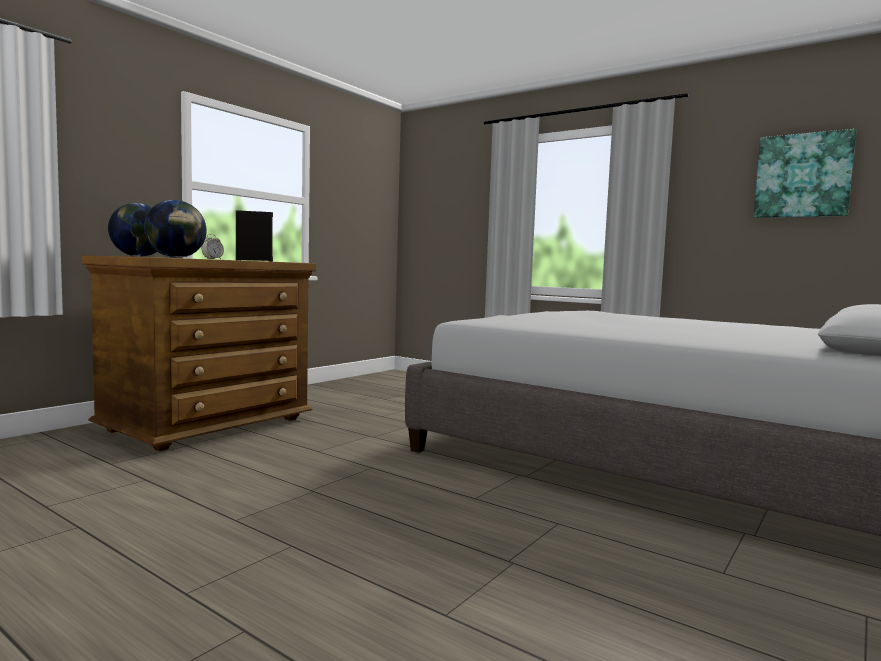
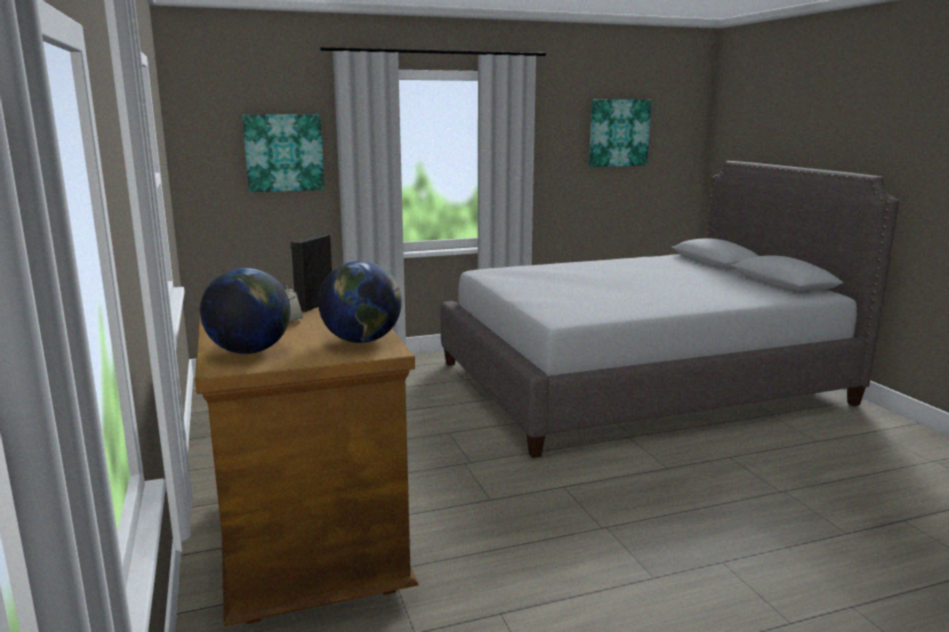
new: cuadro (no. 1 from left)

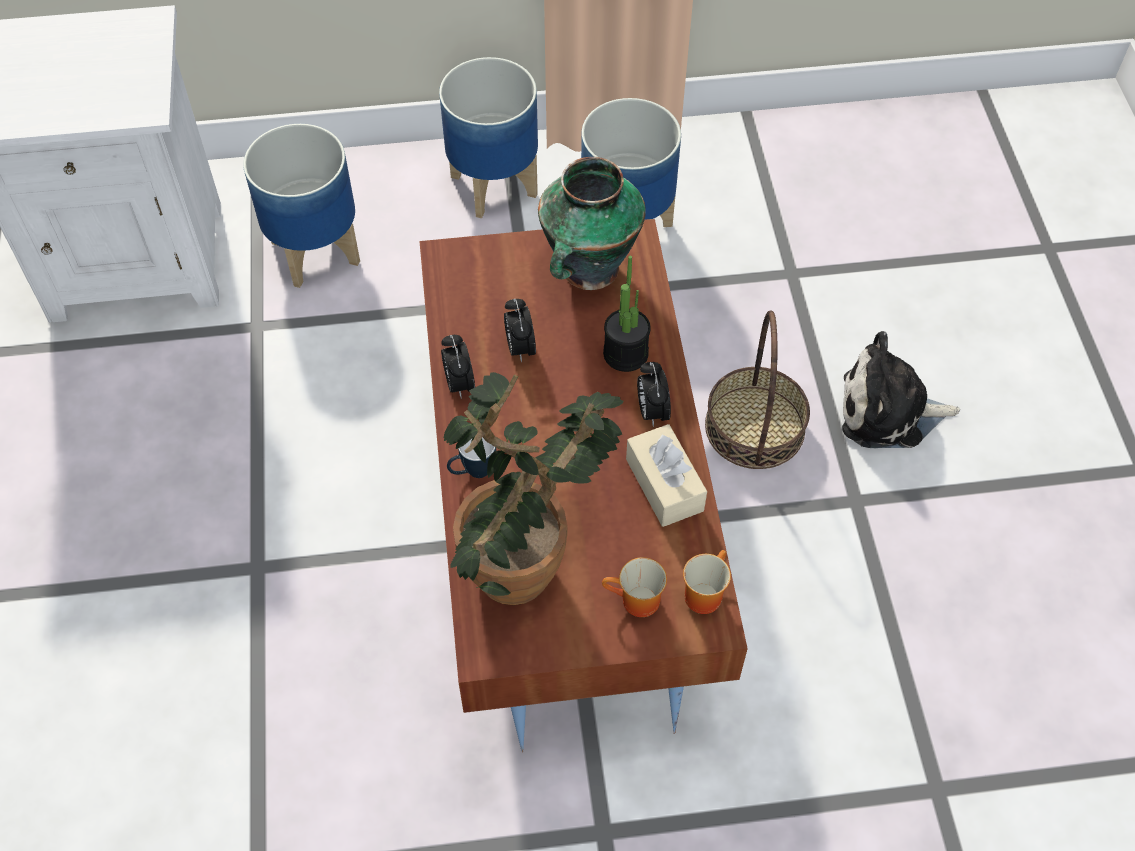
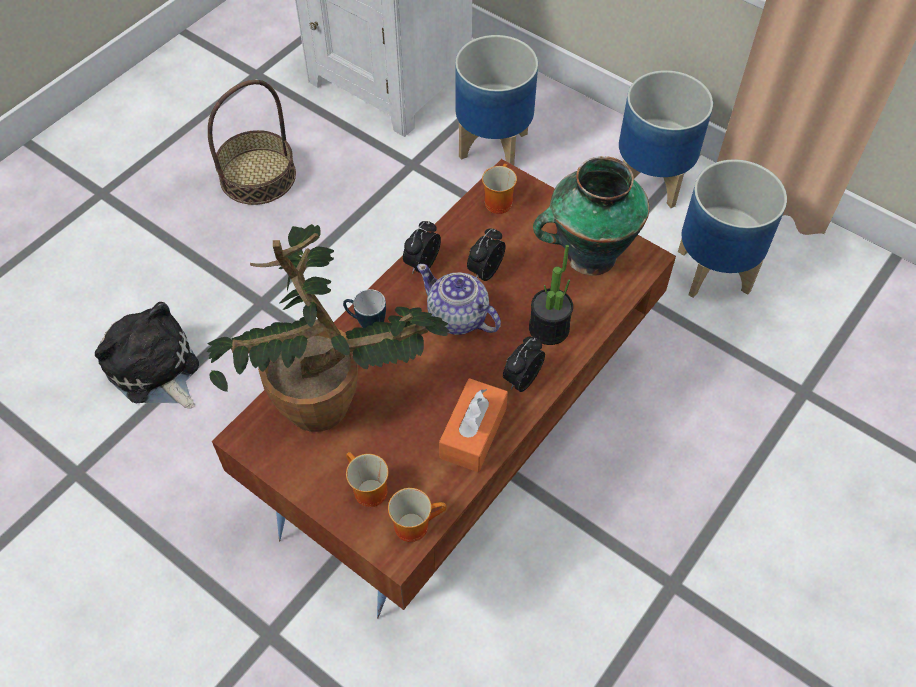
new: taza grande (no. 4 from left); tetera
shifted: cesta; peluche
repainted: caja de pañuelos/beis to caja de pañuelos/naranja

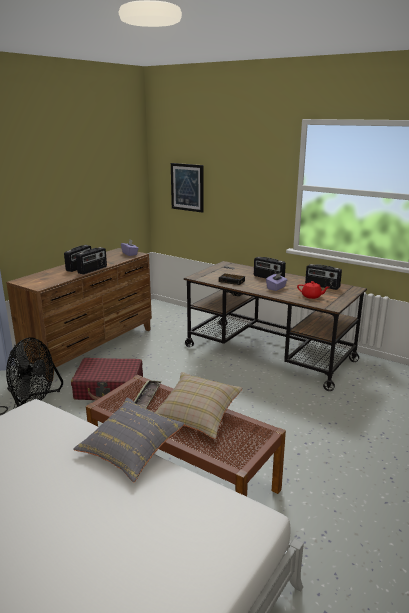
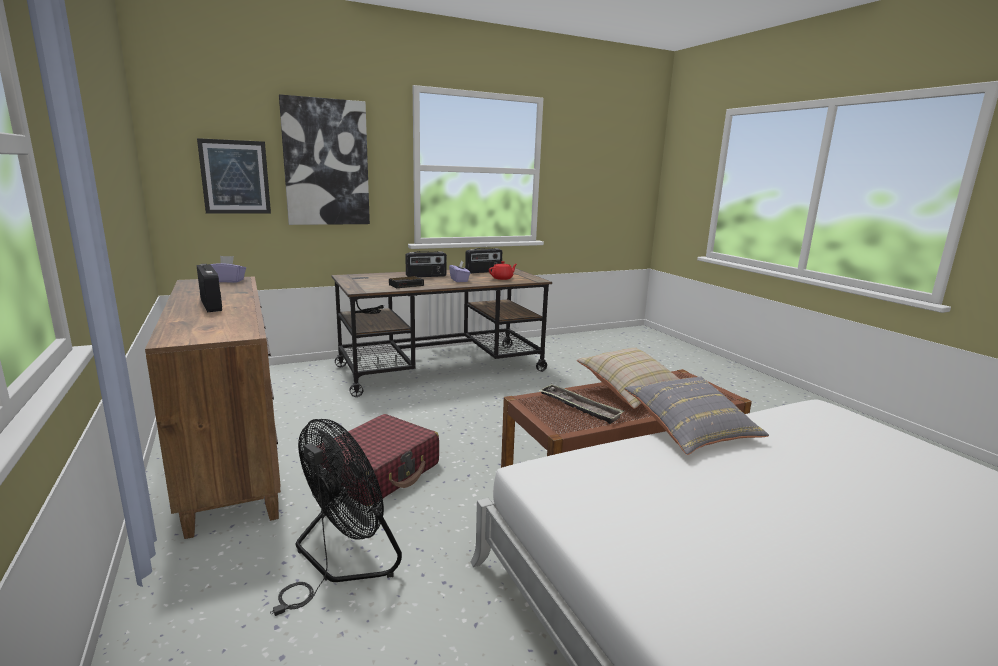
gone: radio (no. 2 from left)
new: cuadro (no. 2 from left)

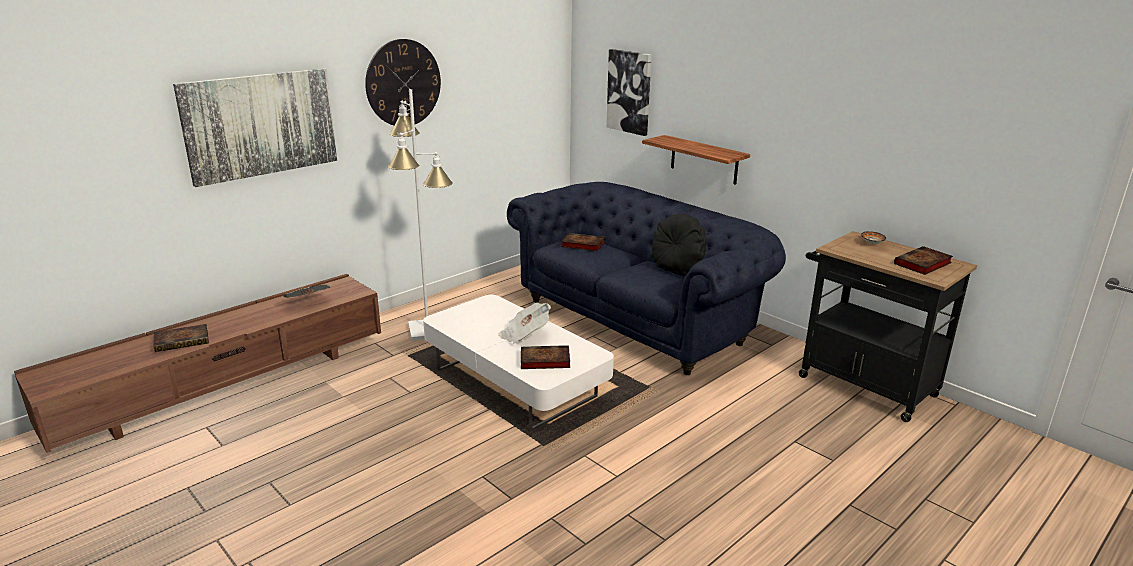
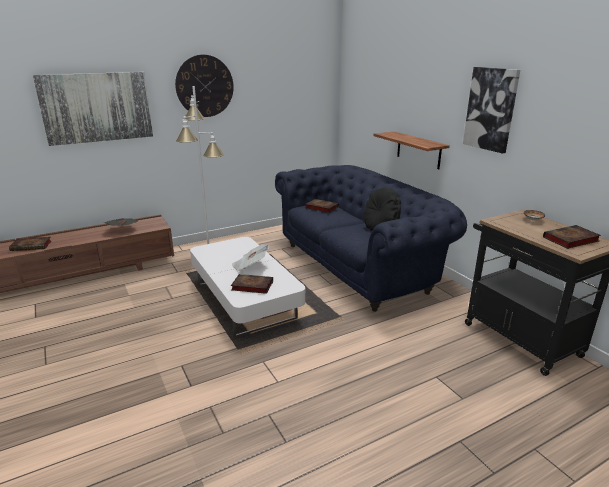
shifted: cuadro (no. 2 from left)

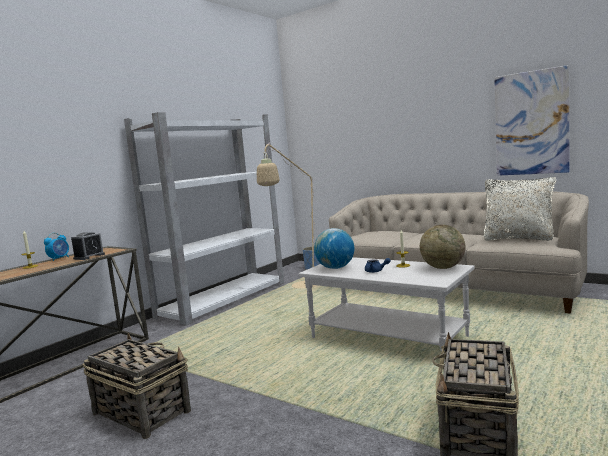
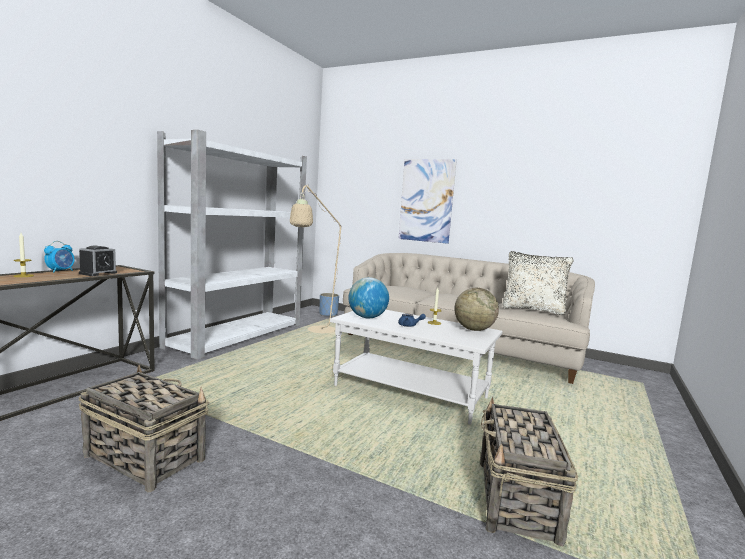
shifted: cuadro

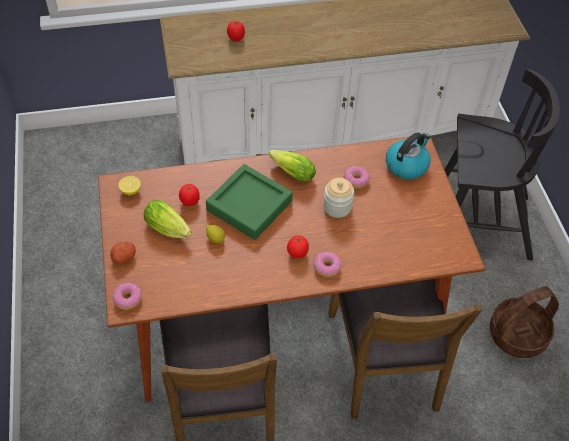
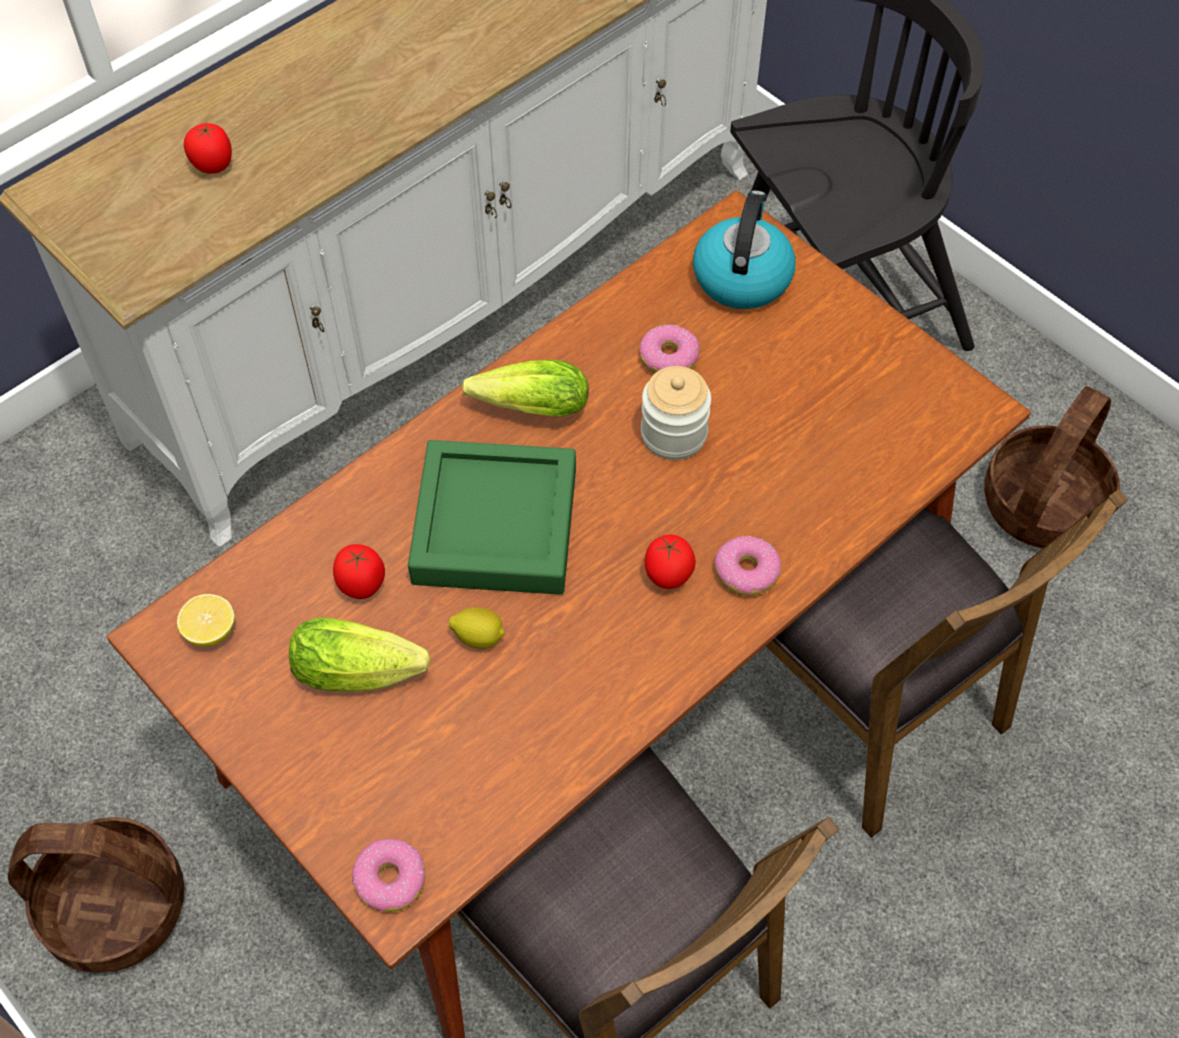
gone: patata
new: cesta (no. 1 from left)

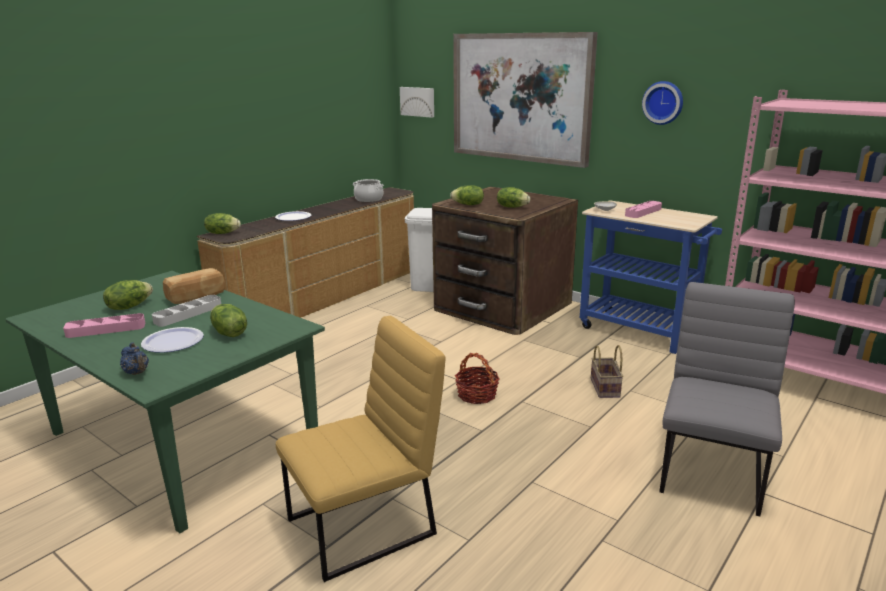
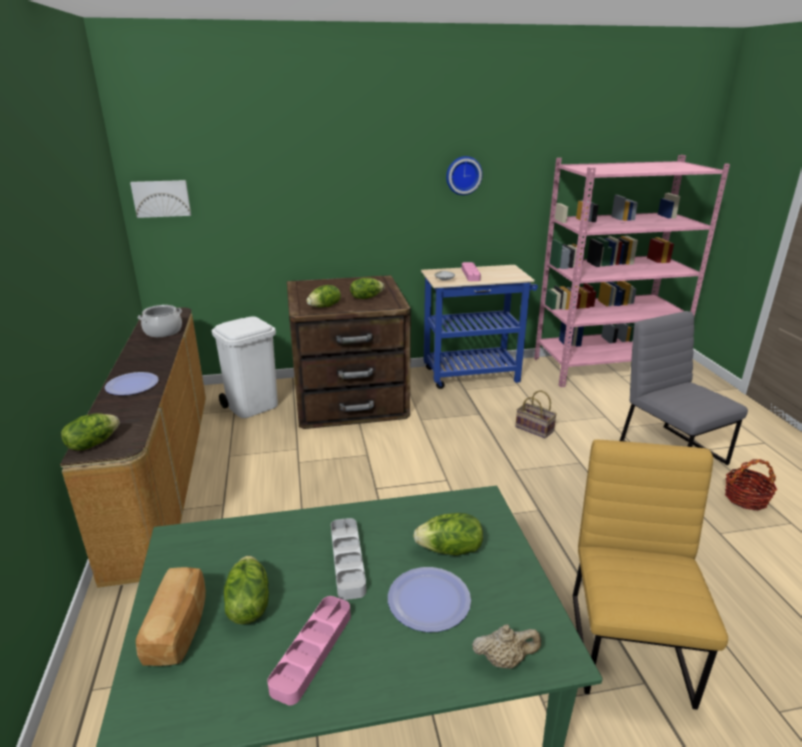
gone: cuadro (no. 2 from left)
shifted: pan; cesta (no. 1 from left in the first image) to cesta (no. 2 from left)
repainted: tetera/azul to tetera/beis

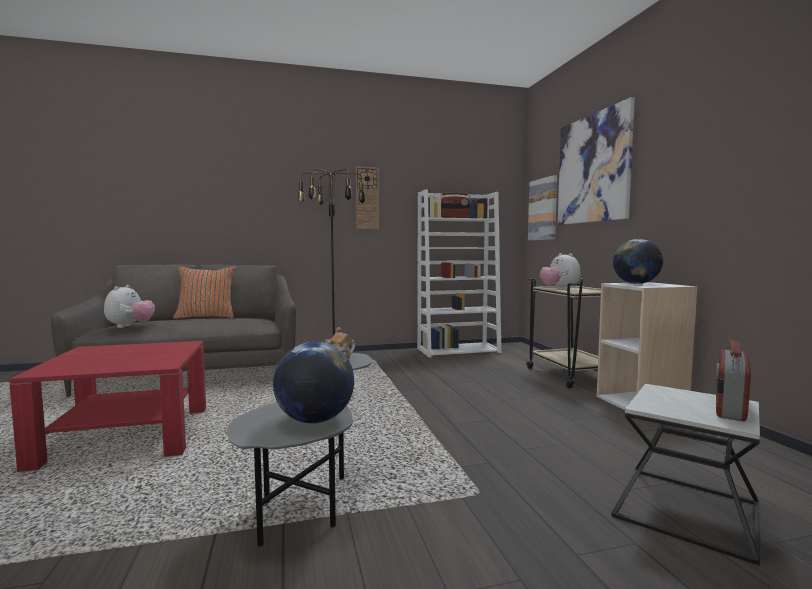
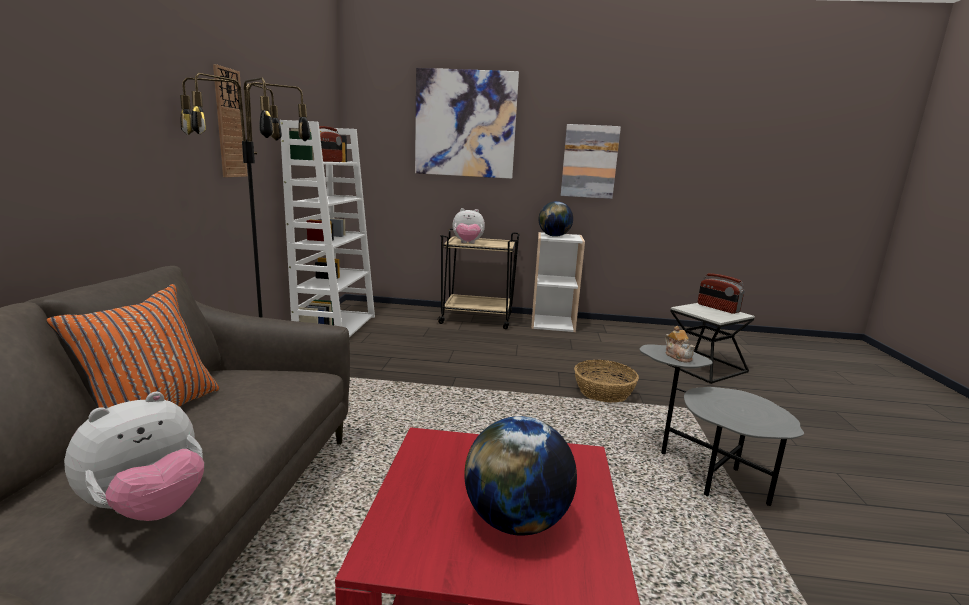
new: cesta
shifted: cuadro (no. 1 from left in the first image) to cuadro (no. 2 from left); globo terráqueo (no. 1 from left)
rotated: peluche (no. 1 from left) 105 degrees clockwise

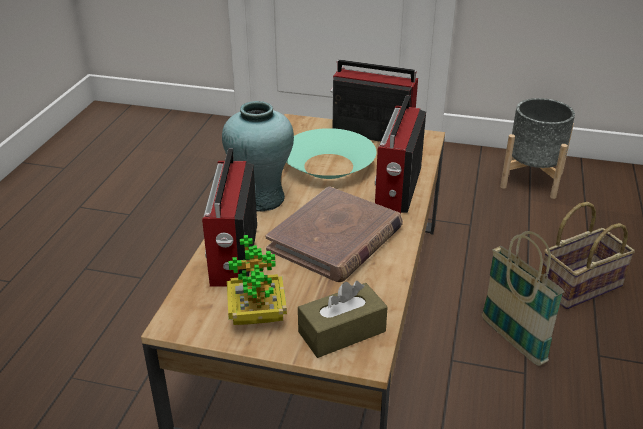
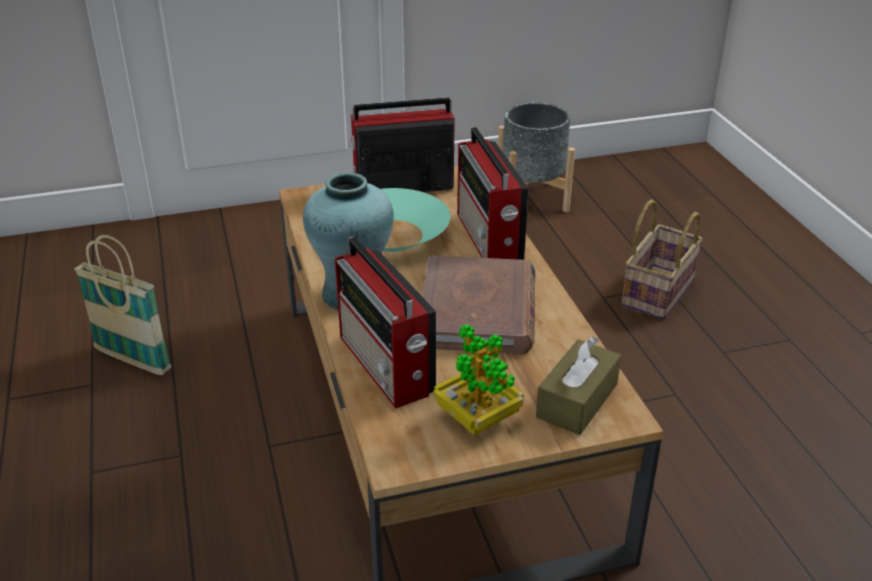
shifted: cesta (no. 1 from left)

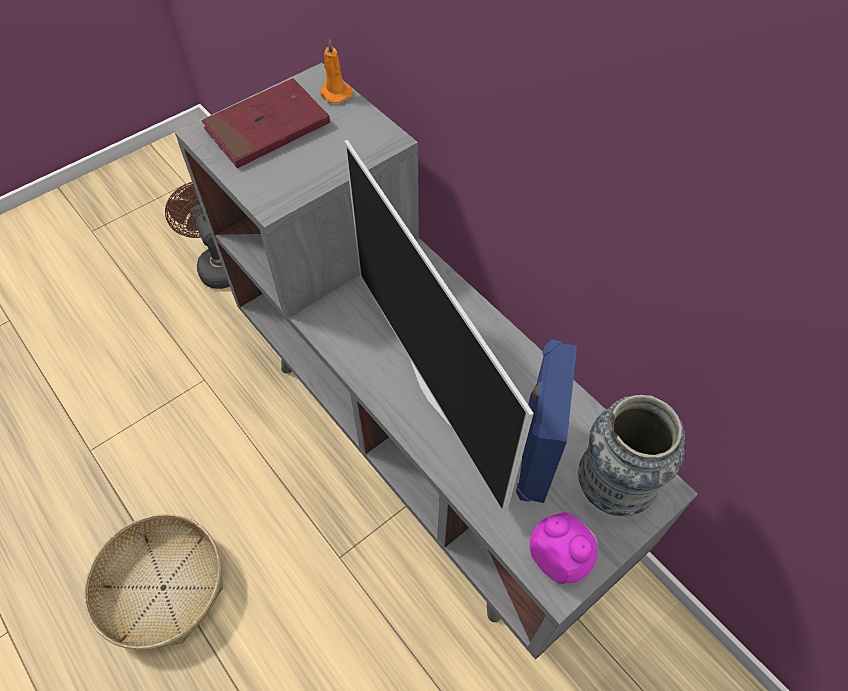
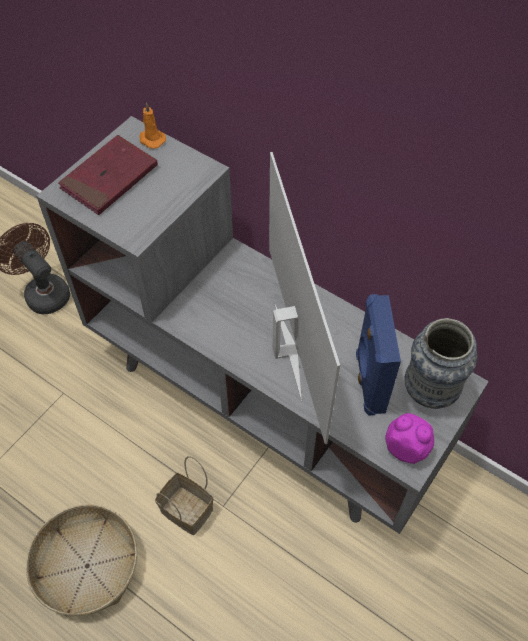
new: cesta (no. 2 from left)
rotated: televisor 150 degrees counterclockwise

